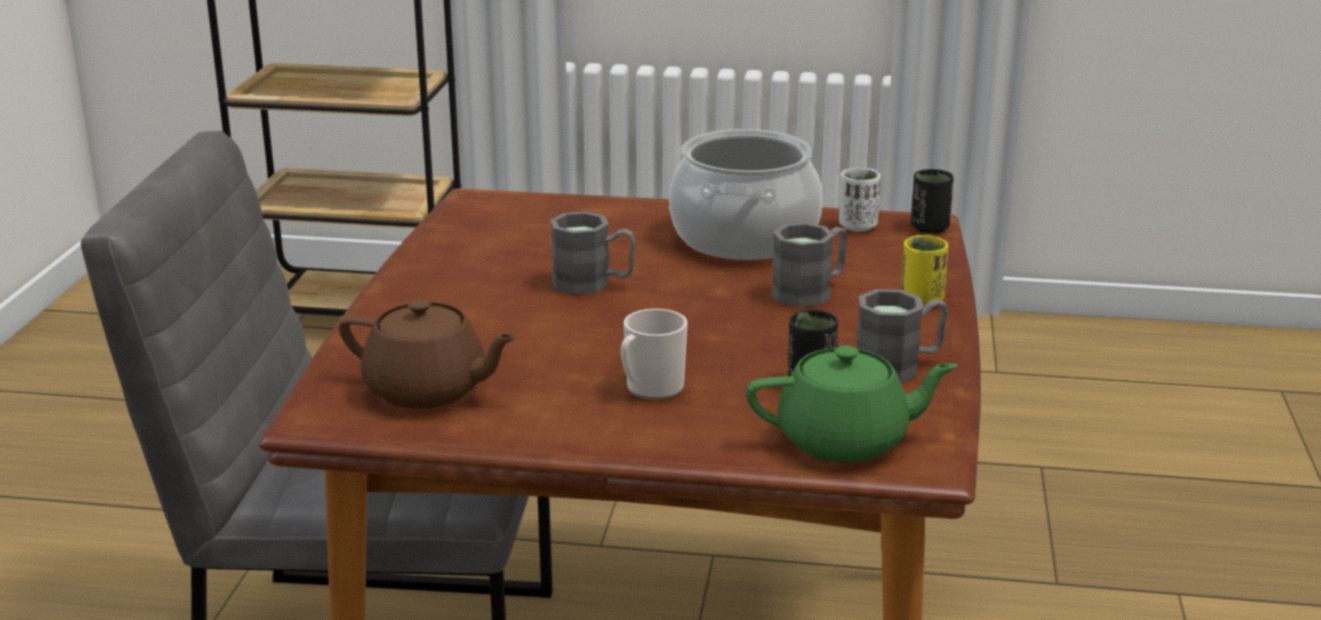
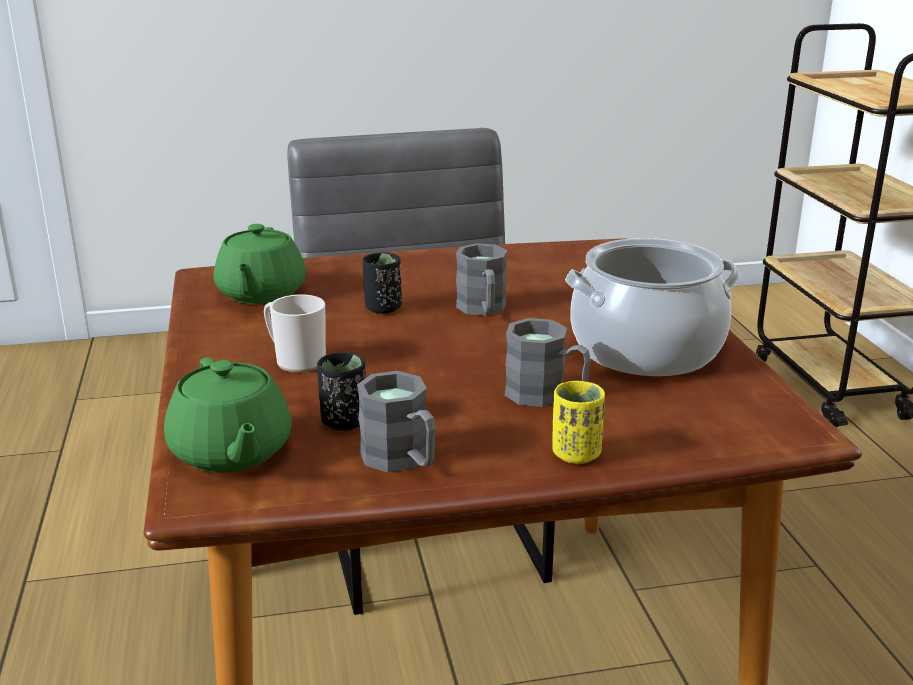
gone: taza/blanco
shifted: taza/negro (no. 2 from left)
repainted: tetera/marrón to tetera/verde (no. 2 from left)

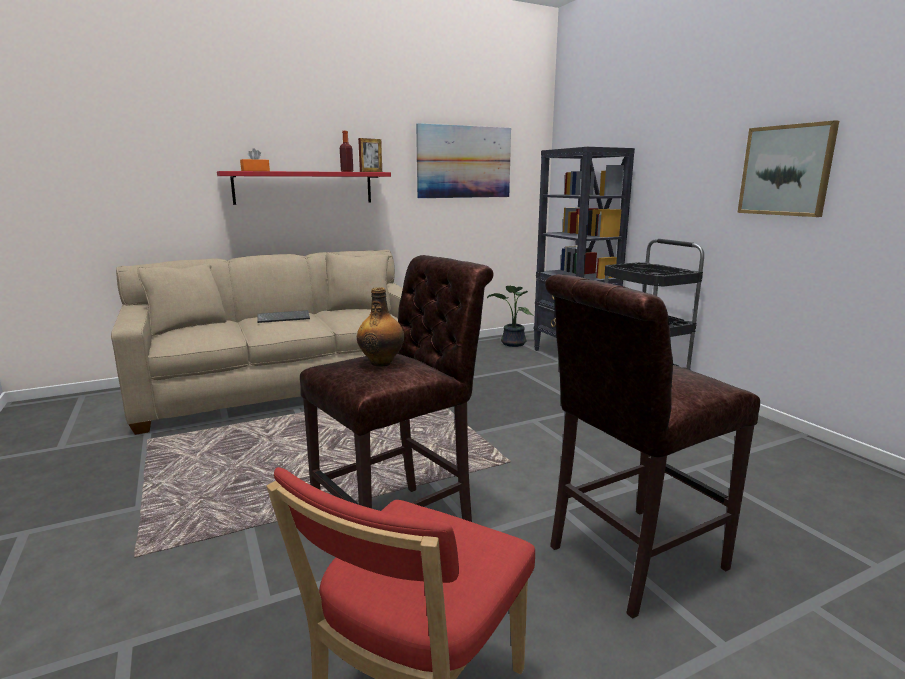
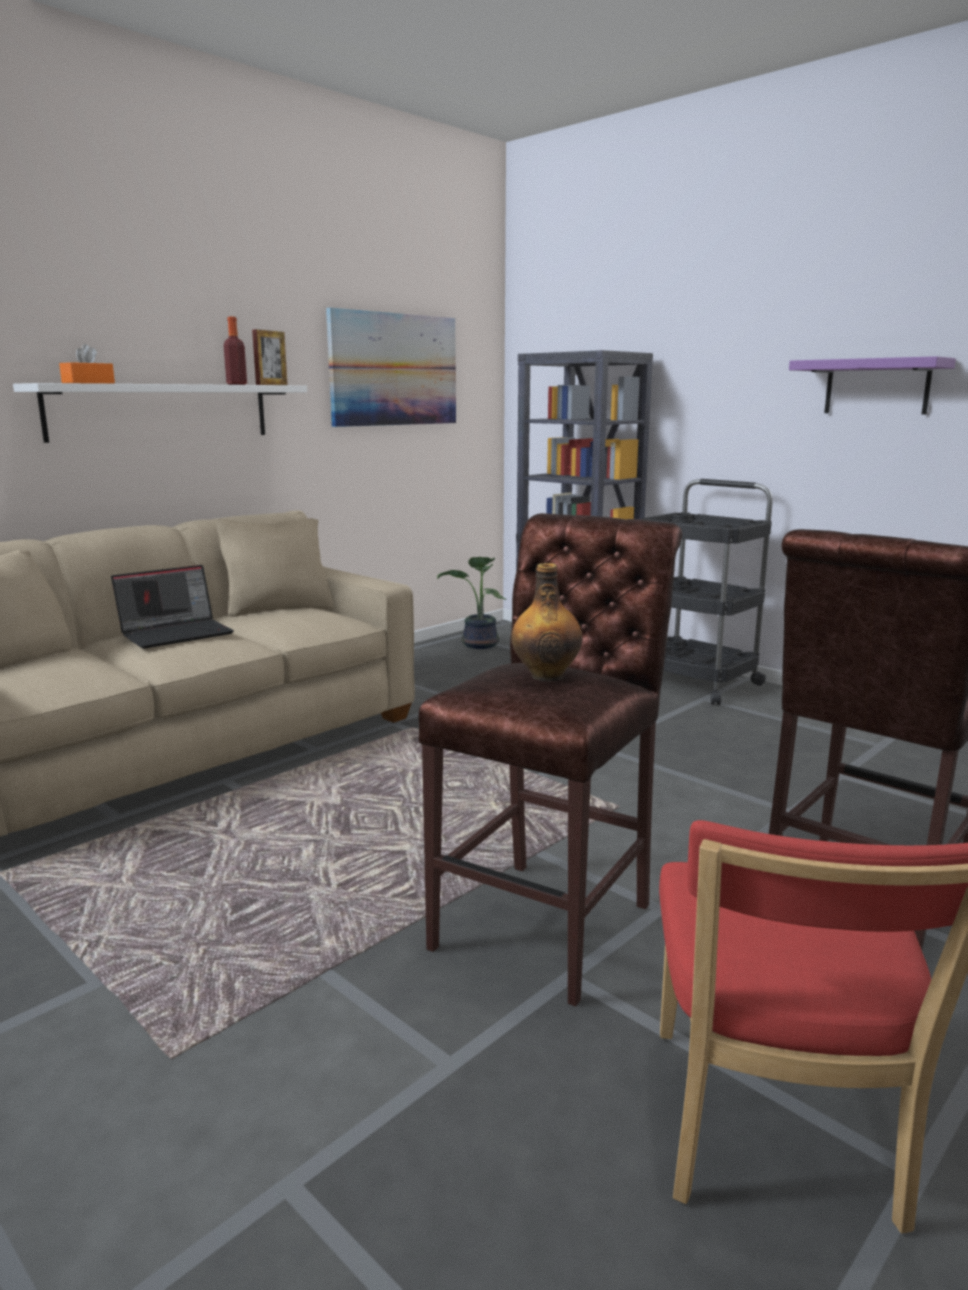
swapped: cuadro (no. 2 from left) to estante/morado; teclado to portátil
repainted: estante/rojo to estante/blanco

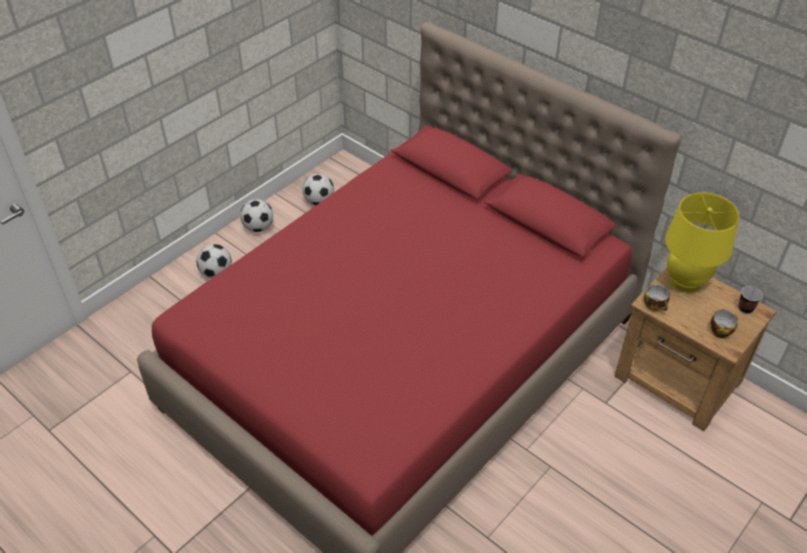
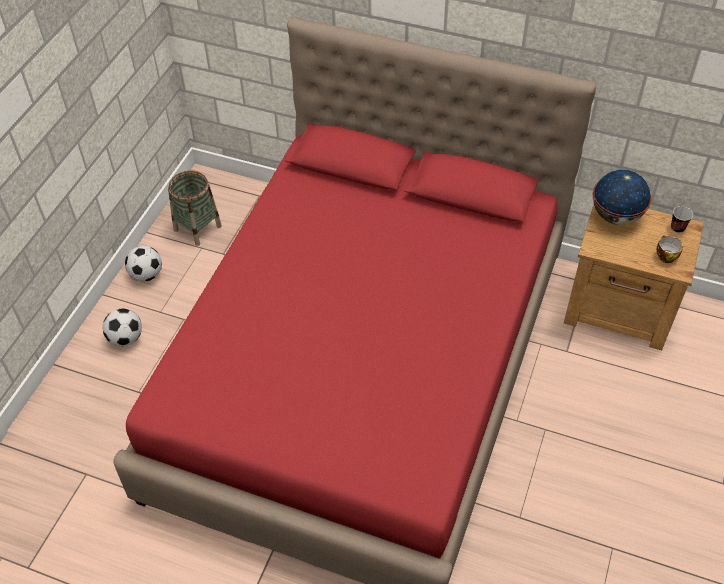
gone: taza (no. 1 from left)
swapped: balón de fútbol (no. 3 from left) to cesta; lámpara de mesa/amarillo to globo terráqueo

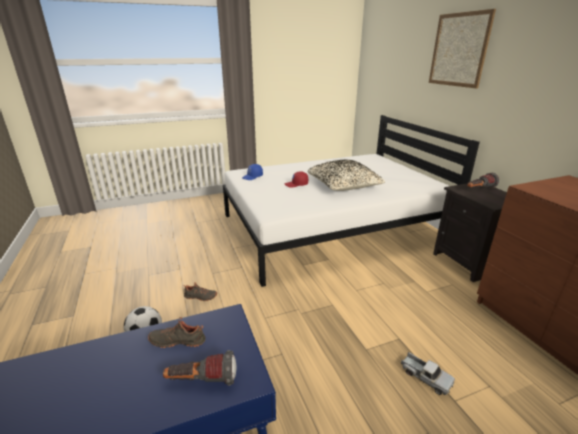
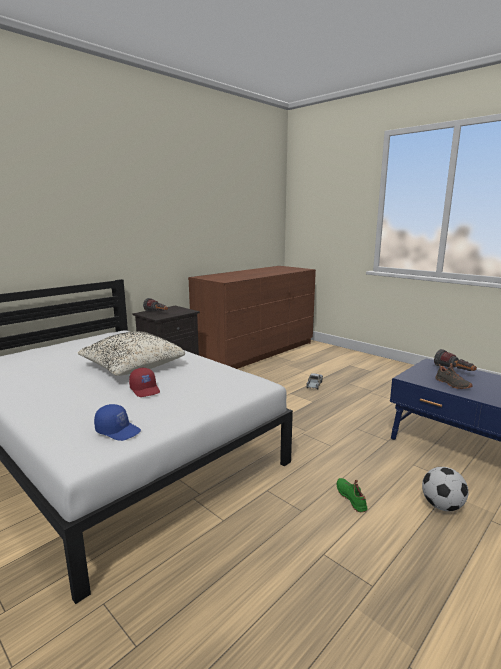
gone: cuadro
repainted: zapato/negro (no. 2 from left) to zapato/verde

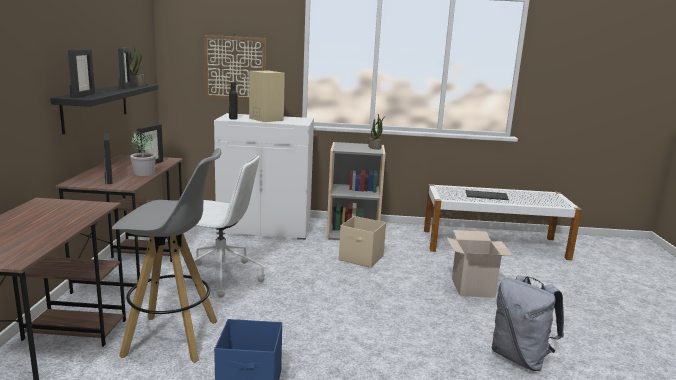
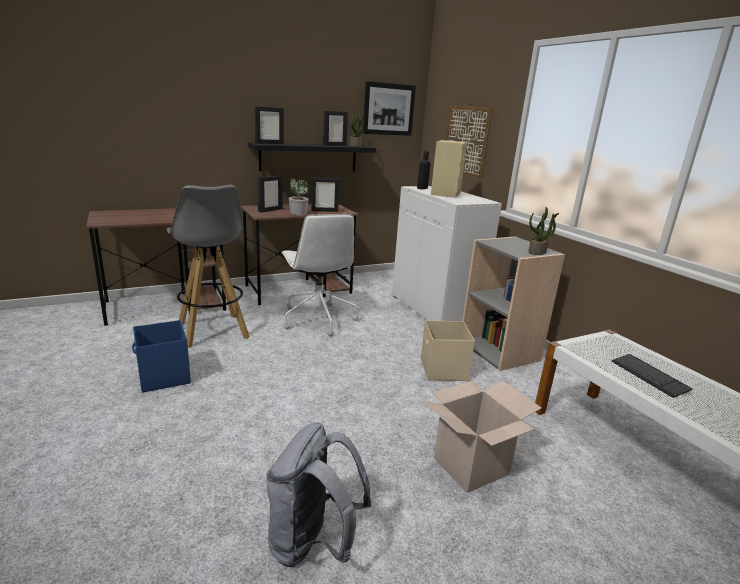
new: cuadro (no. 1 from left)

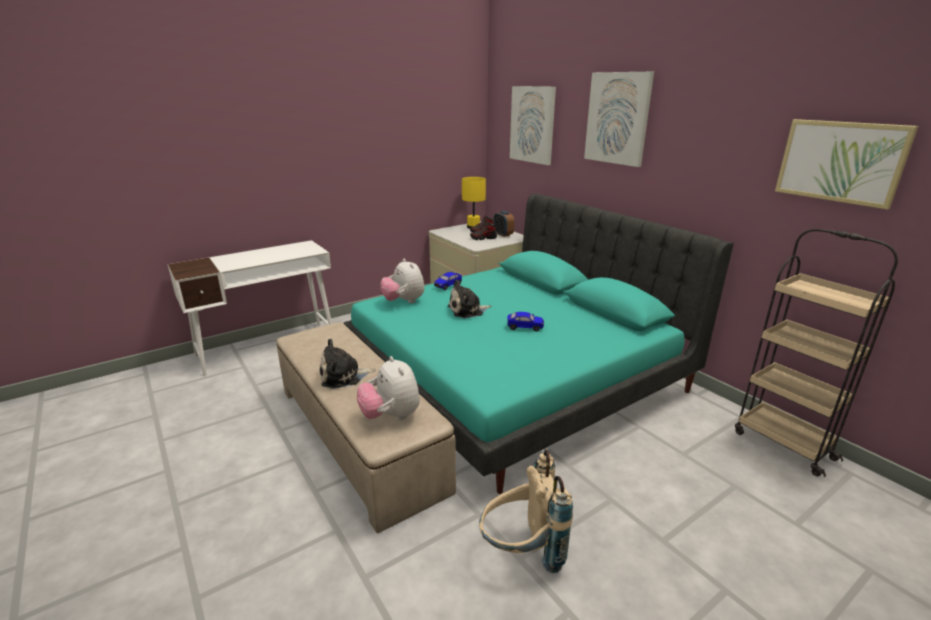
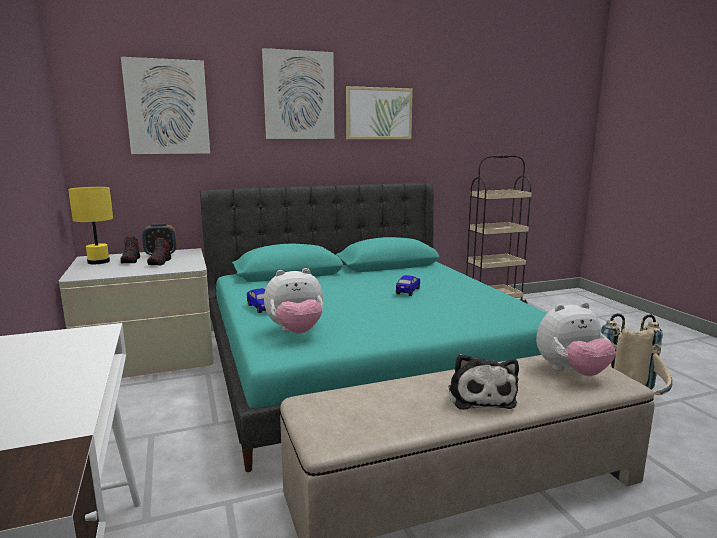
gone: peluche (no. 4 from left)
shifted: cuadro (no. 3 from left)

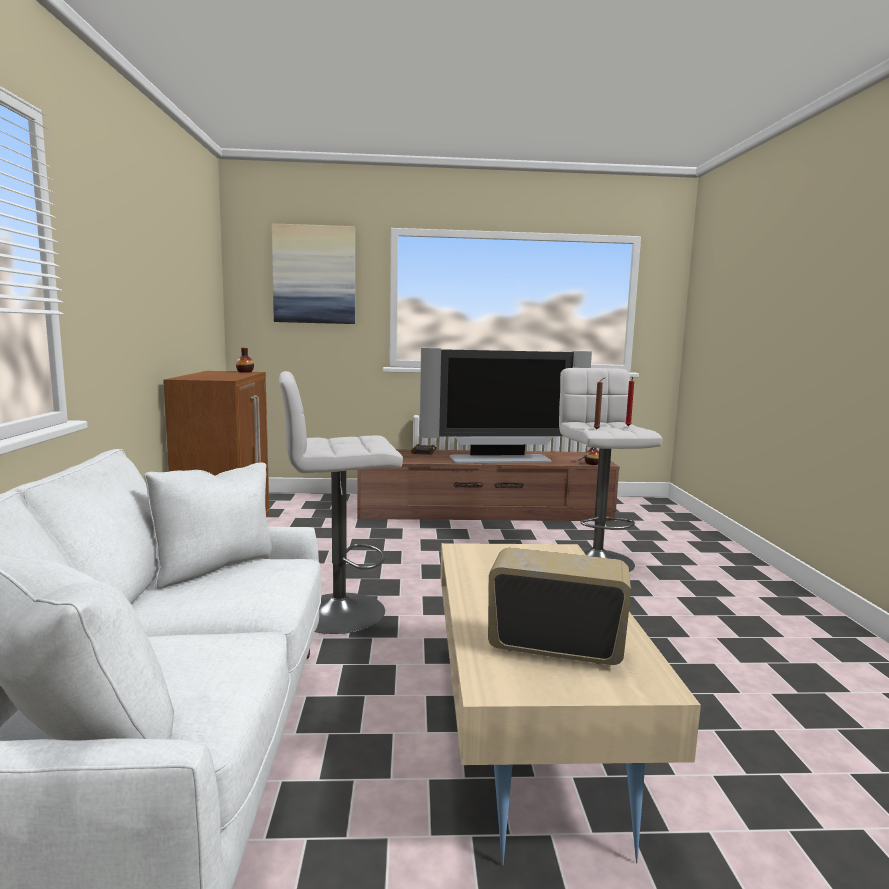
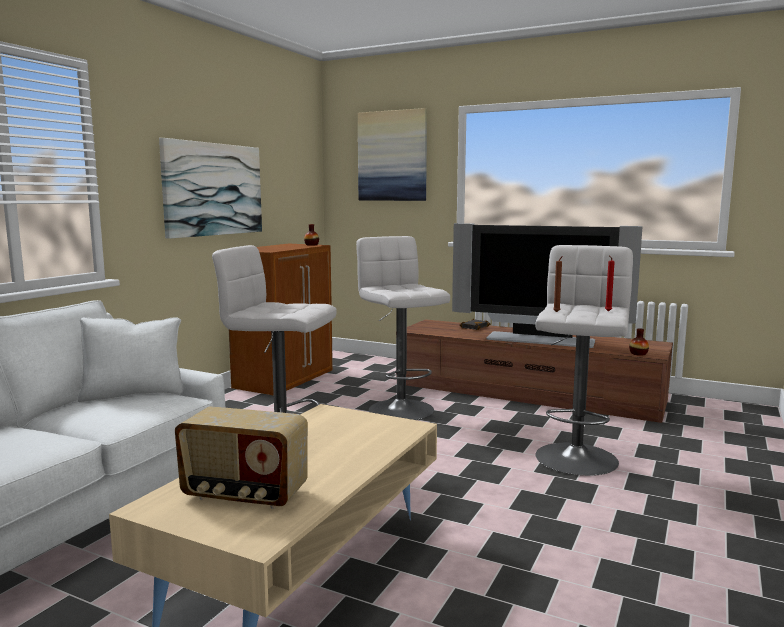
new: cuadro (no. 1 from left); taburete/blanco (no. 2 from left)
rotated: radio 150 degrees clockwise

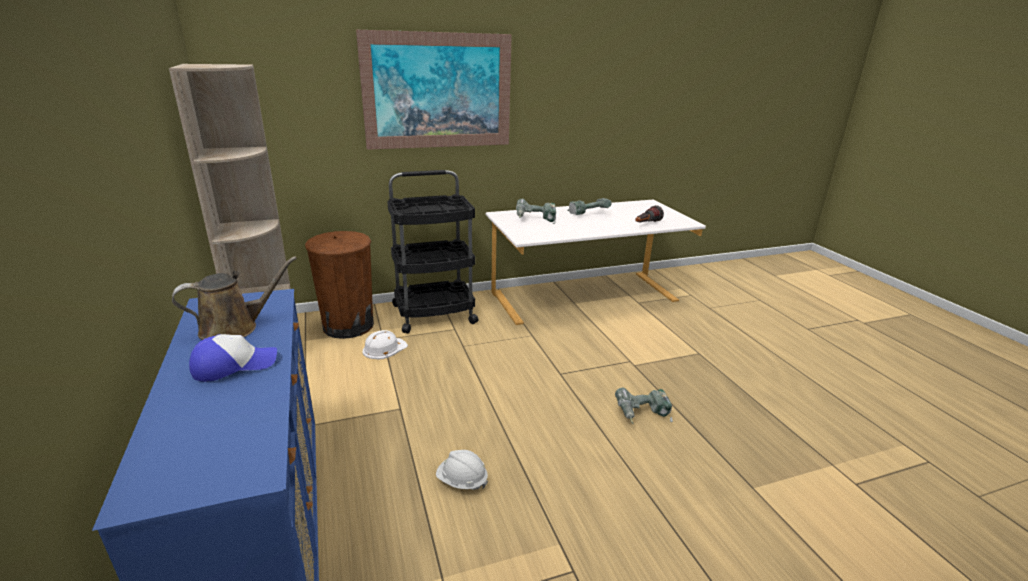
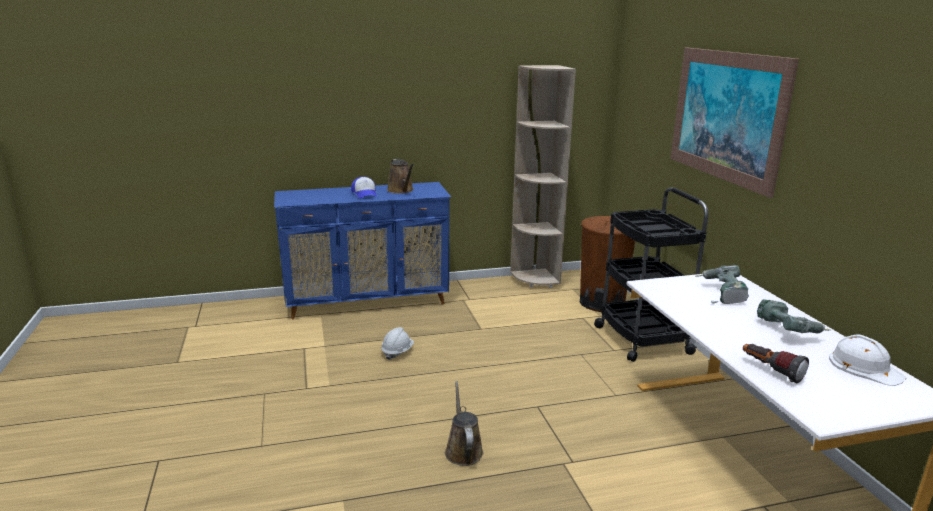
shifted: casco/blanco (no. 1 from left in the first image) to casco/blanco (no. 2 from left)
swapped: taladro (no. 3 from left) to regadera/marrón (no. 2 from left)

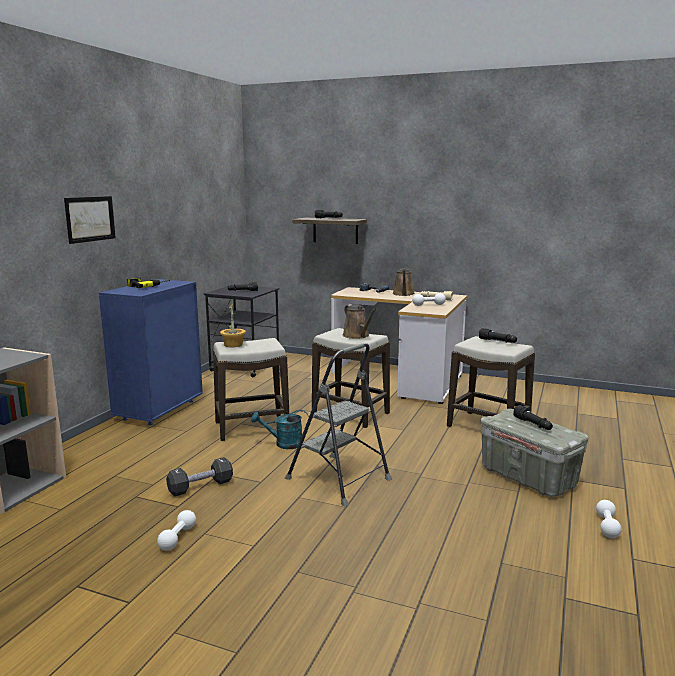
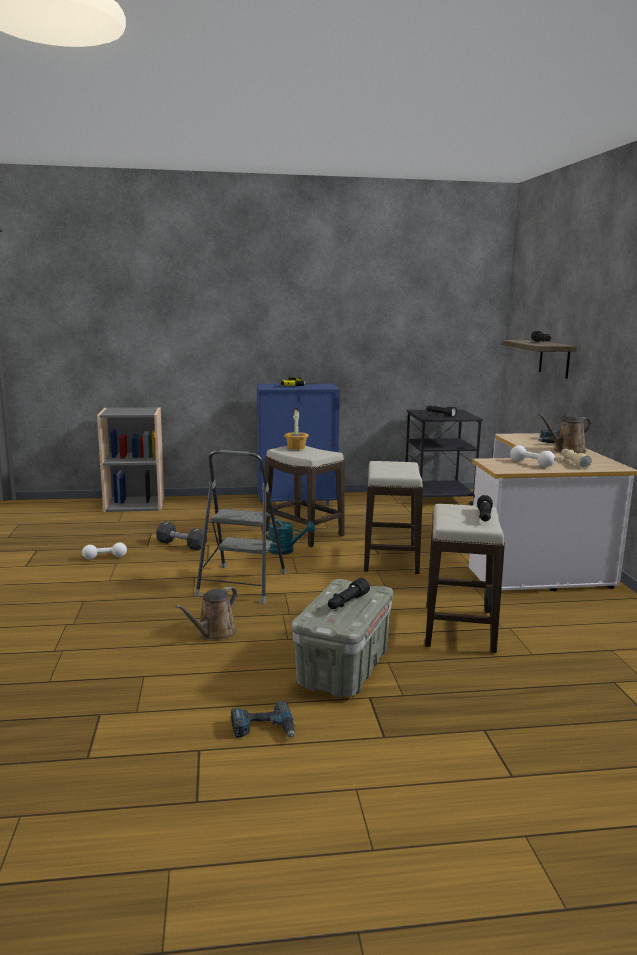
gone: cuadro
shifted: regadera/marrón (no. 1 from left)
swapped: mancuerna/blanco (no. 3 from left) to taladro (no. 1 from left)
rotated: regadera/turquesa 150 degrees clockwise

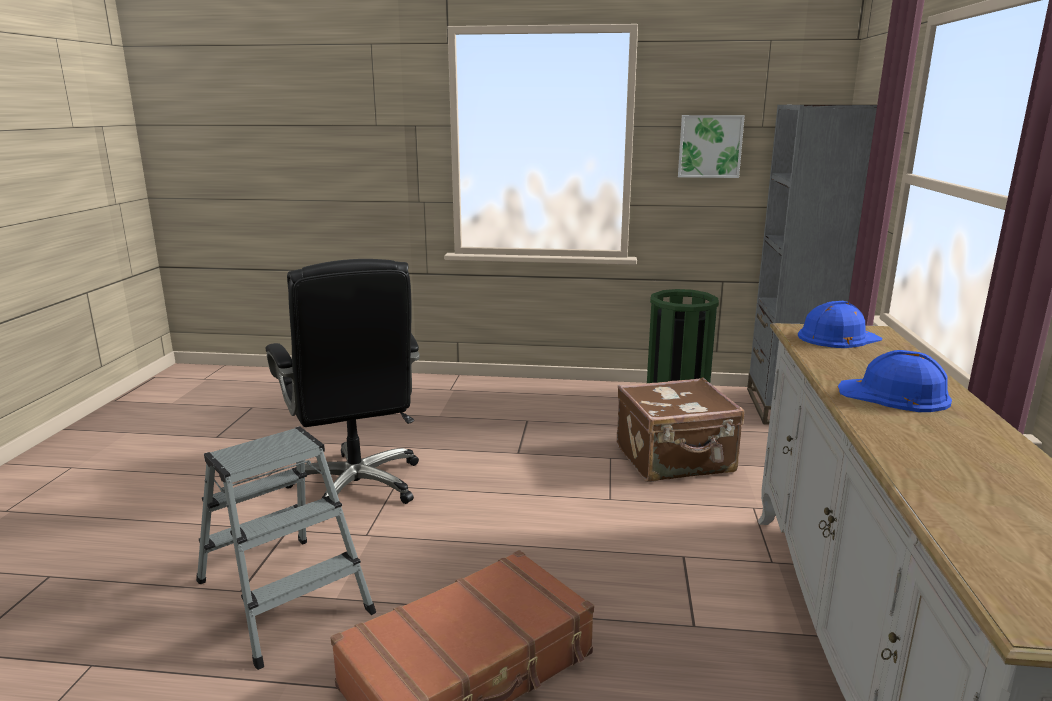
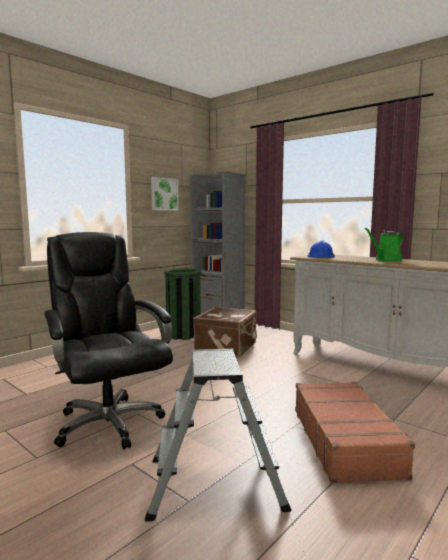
swapped: casco/azul (no. 2 from left) to regadera/verde
rotated: silla de oficina/negro 135 degrees counterclockwise

